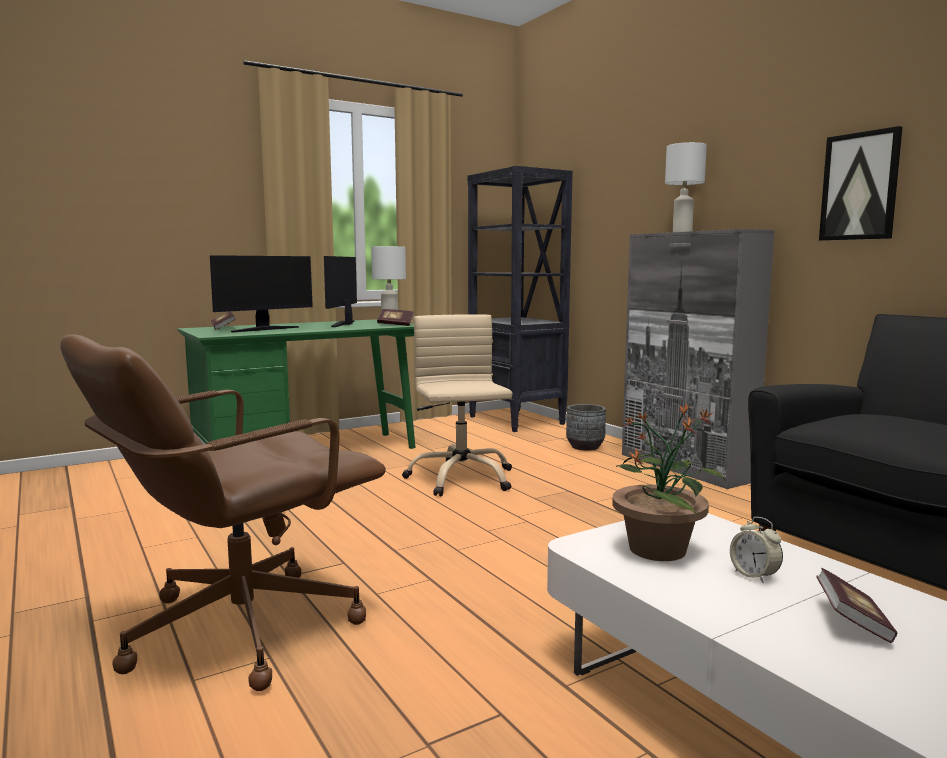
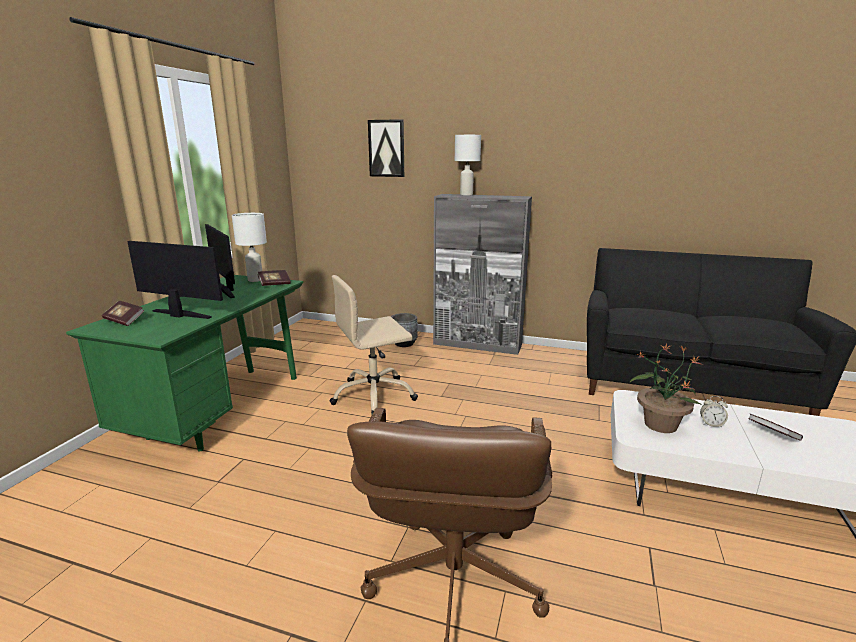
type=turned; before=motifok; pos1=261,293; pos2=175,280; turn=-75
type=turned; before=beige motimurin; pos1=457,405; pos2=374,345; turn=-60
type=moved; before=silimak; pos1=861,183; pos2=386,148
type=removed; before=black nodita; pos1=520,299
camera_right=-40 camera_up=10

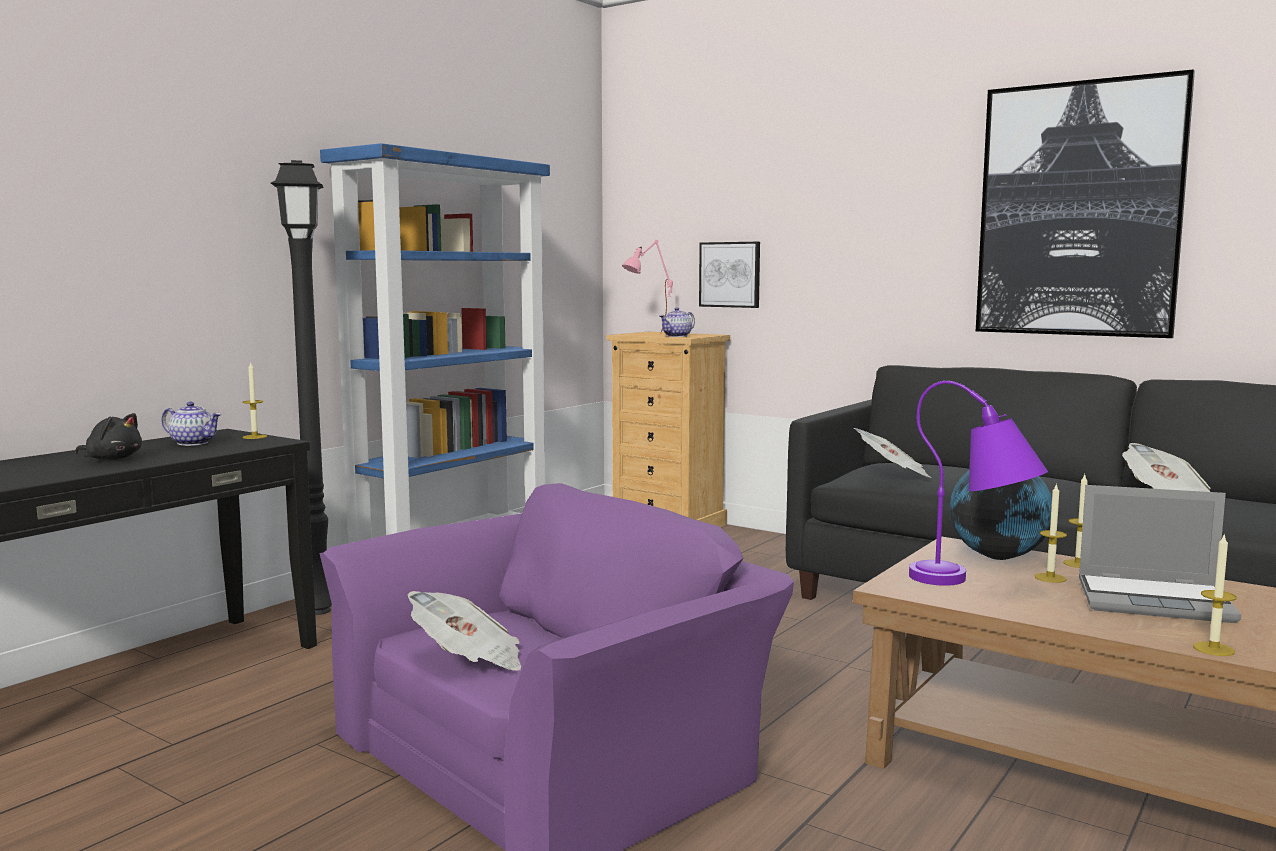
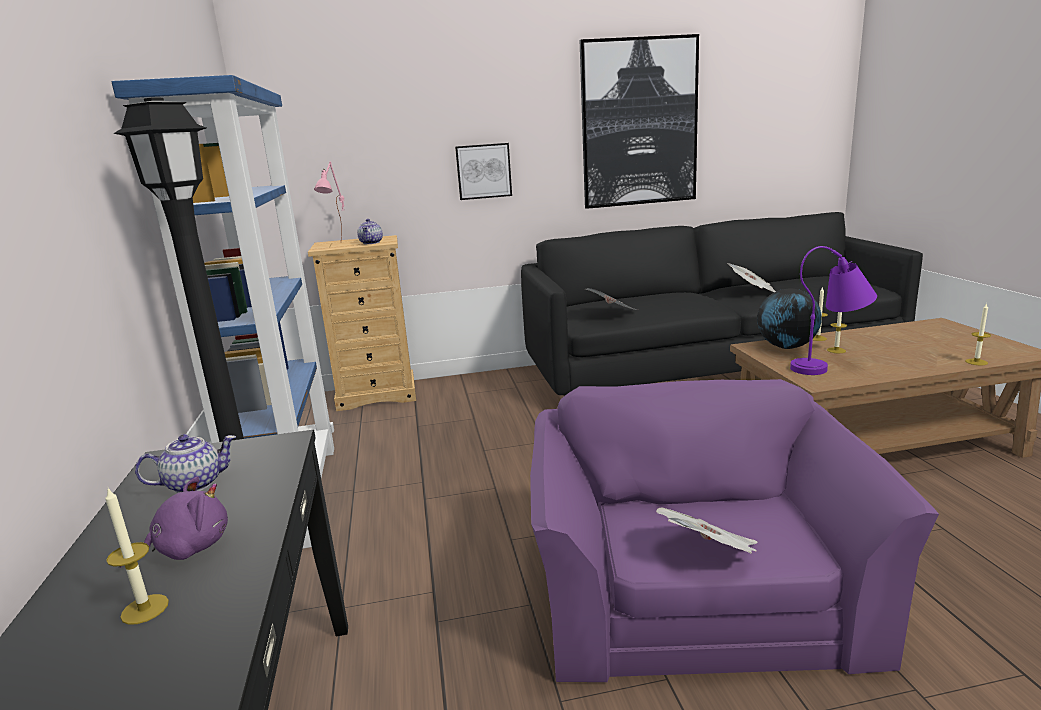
type=moved; before=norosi; pos1=254,401; pos2=137,556
type=recoloured; before=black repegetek; after=purple repegetek; pos1=108,436; pos2=173,522
type=moved; before=silimak; pos1=729,275; pos2=483,171
type=removed; before=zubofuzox; pos1=1160,554
camera_right=-45 camera_up=10

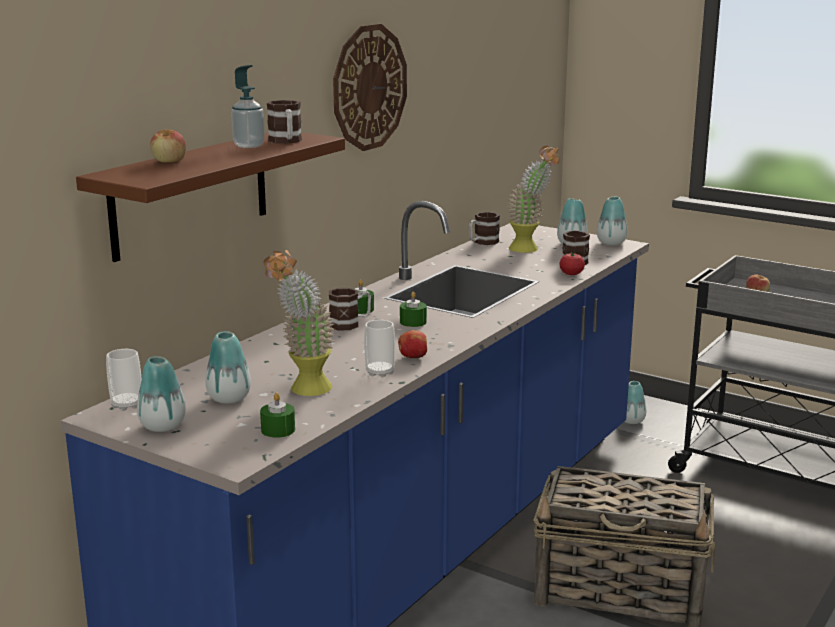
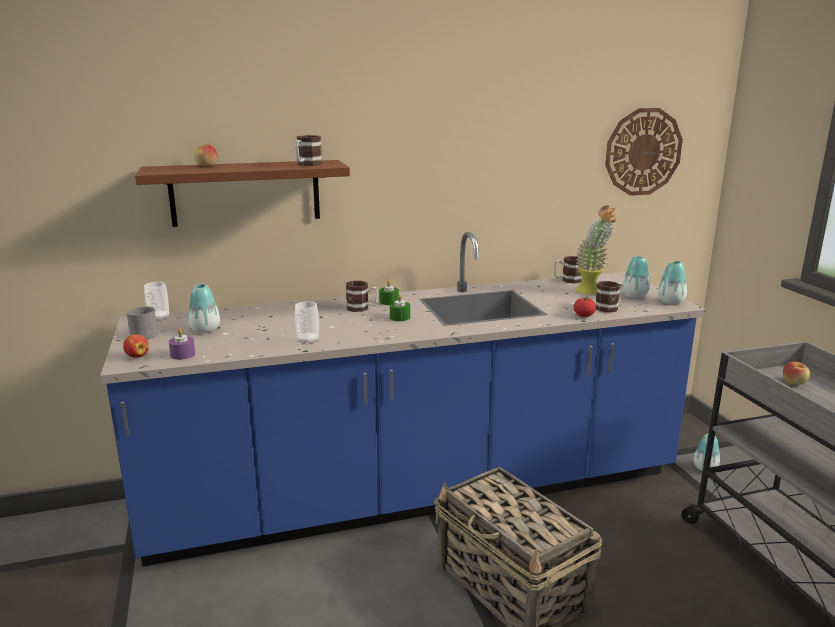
type=moved; before=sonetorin; pos1=412,344; pos2=136,346
type=replaced; before=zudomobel; after=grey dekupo; pos1=161,394; pos2=142,322
type=recoloured; before=green norosi; after=purple norosi; pos1=277,415; pos2=182,344
type=moved; before=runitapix; pos1=370,87; pos2=644,152
type=removed; before=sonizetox; pos1=247,106
type=removed; before=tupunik; pos1=299,323
camera_right=40 camera_up=0

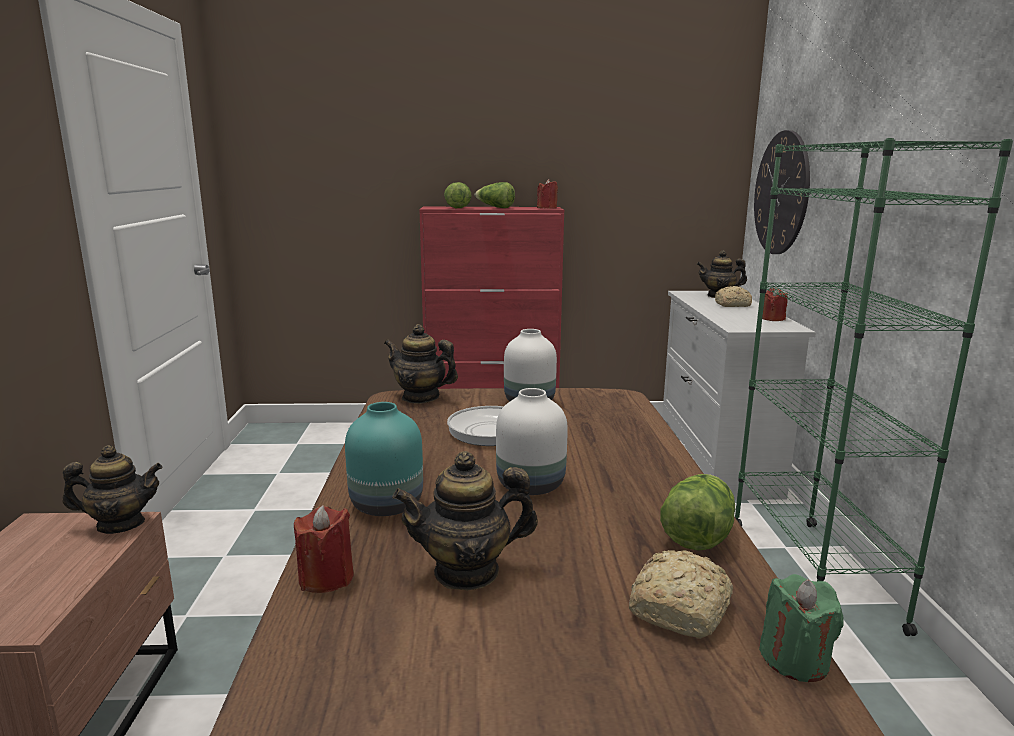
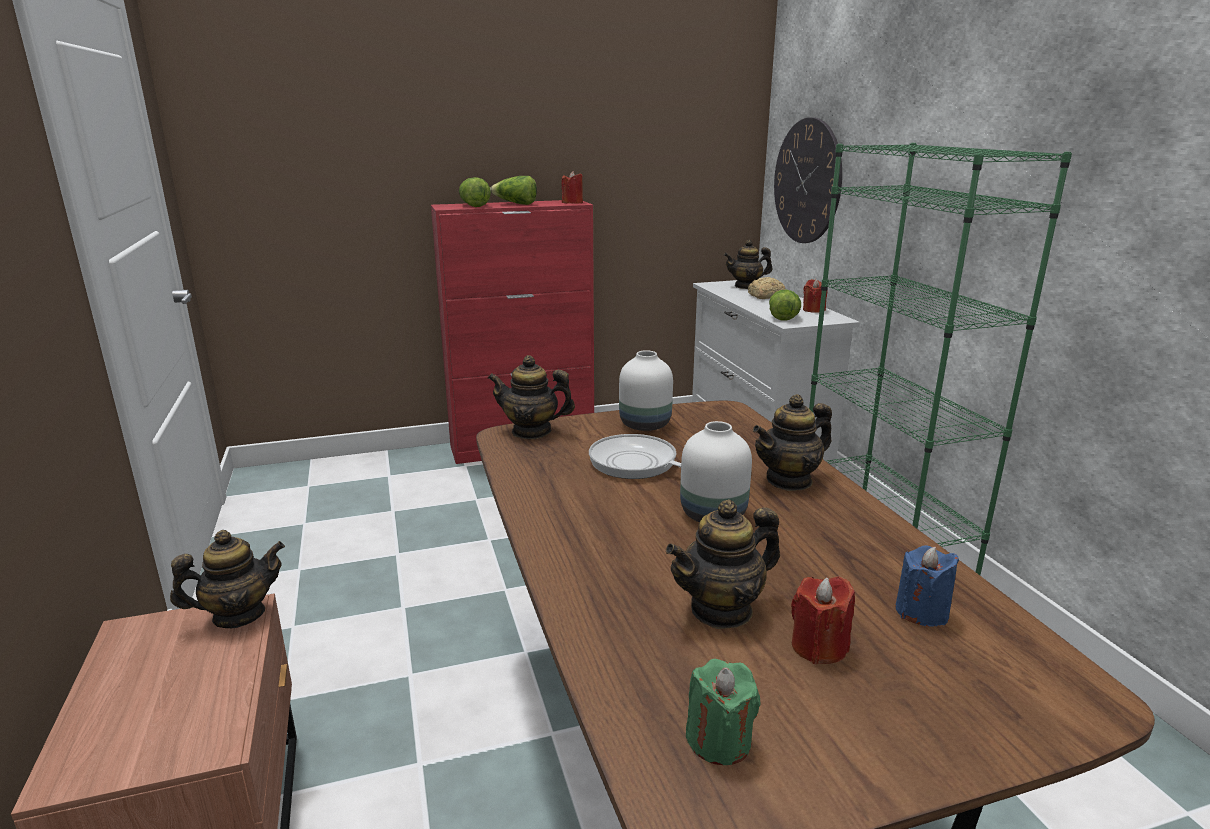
type=moved; before=green norosi; pos1=801,628; pos2=722,712
type=added; after=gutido; pos2=792,442
type=moved; before=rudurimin; pos1=697,512; pos2=785,305
type=moved; before=red norosi; pos1=324,549; pos2=823,620
type=replaced; before=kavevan; after=blue norosi; pos1=681,594; pos2=927,586
type=removed; before=turquoise zudomobel; pos1=384,459
camera_right=-15 camera_up=5

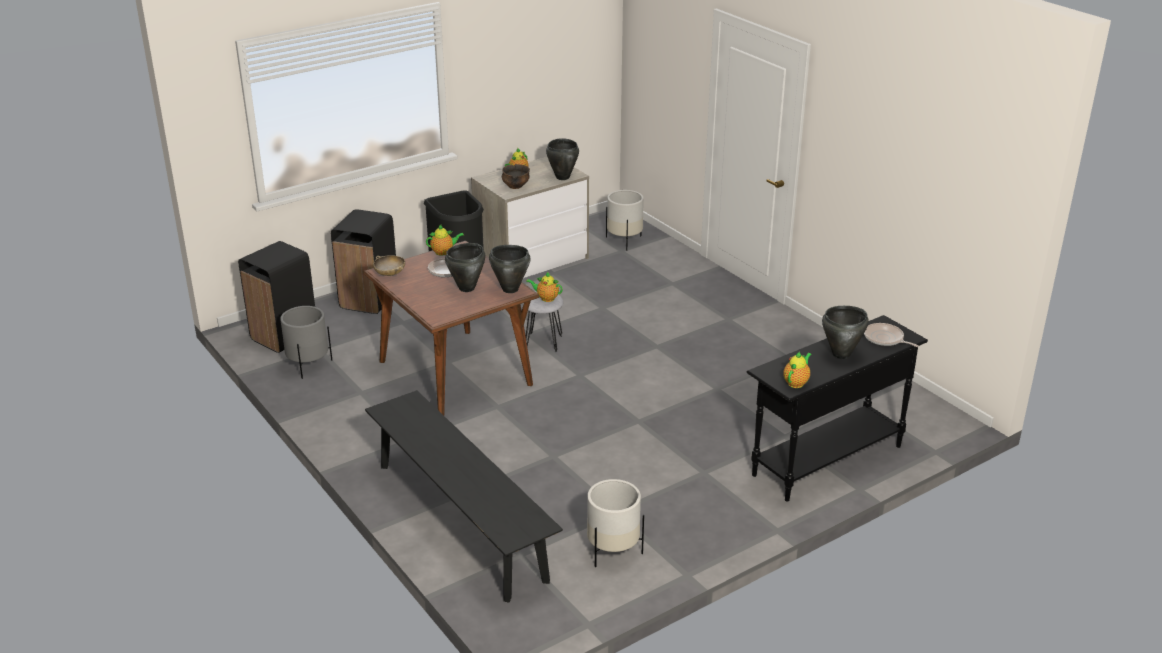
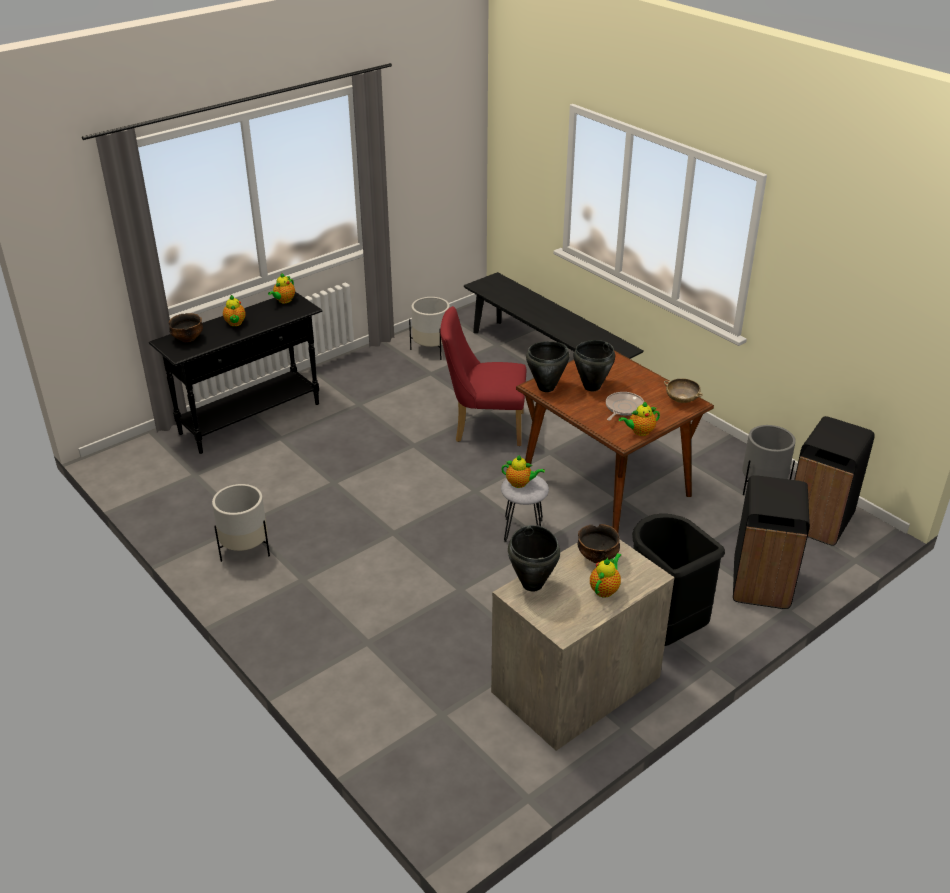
type=replaced; before=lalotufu; after=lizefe; pos1=891,335; pos2=186,327
type=moved; before=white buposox; pos1=625,220; pos2=241,523
type=replaced; before=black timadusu; after=gutido; pos1=845,332; pos2=234,310
type=added; after=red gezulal; pos2=483,376
camera_right=175 camera_up=5

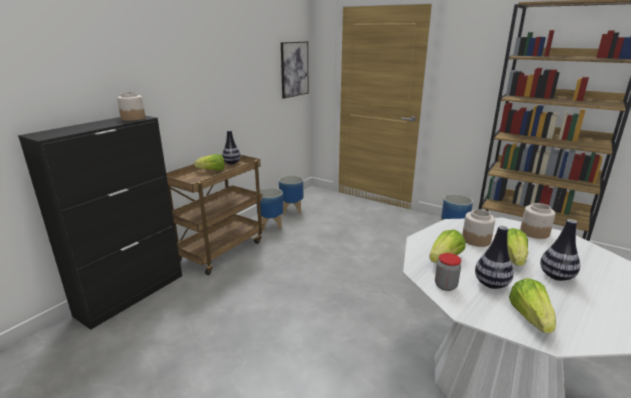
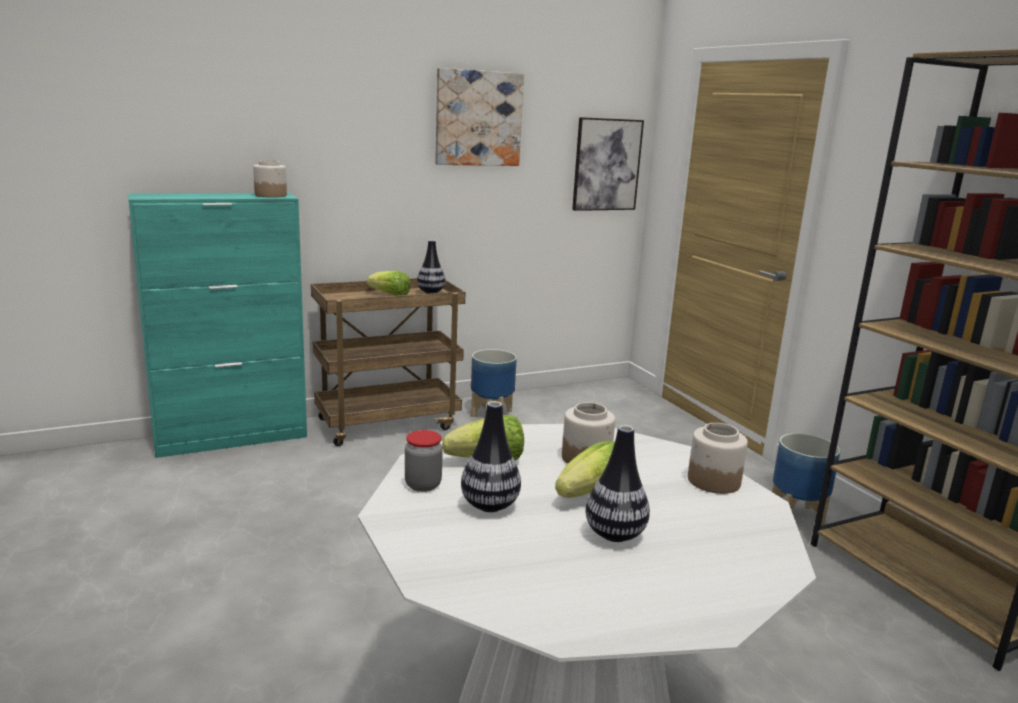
type=recoloured; before=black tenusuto; after=turquoise tenusuto; pos1=100,223; pos2=217,325
type=added; after=silimak; pos2=479,117
type=removed; before=buposox; pos1=291,195
type=removed; before=rudurimin; pos1=532,305
camera_right=30 camera_up=-5

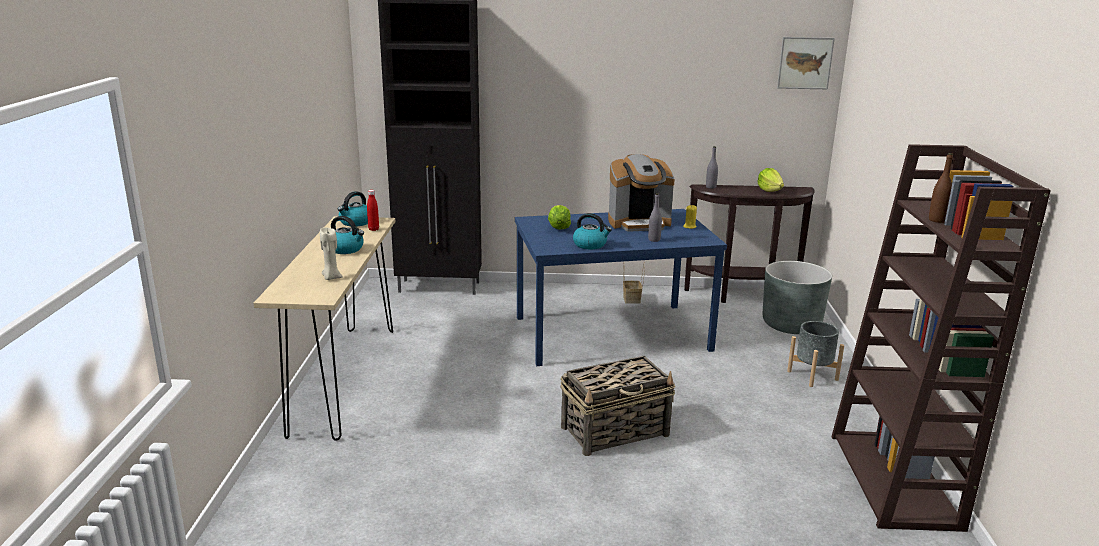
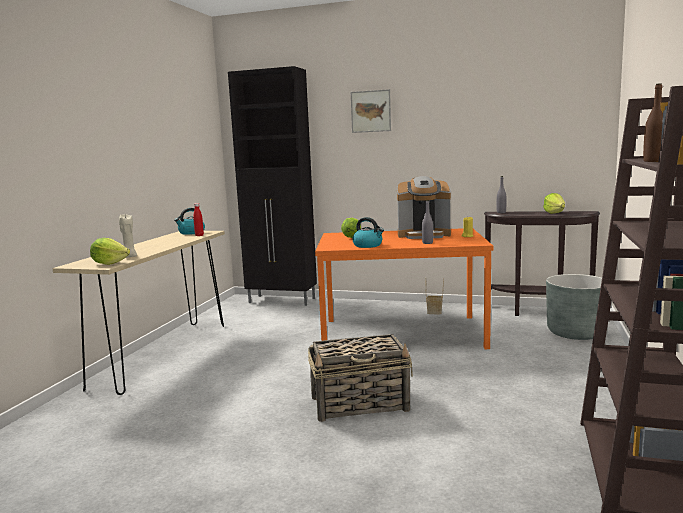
type=added; after=rudurimin; pos2=110,251
type=recoloured; before=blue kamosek; after=orange kamosek; pos1=621,287; pos2=404,288
type=moved; before=silimak; pos1=806,63; pos2=371,111
type=removed; before=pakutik; pos1=347,235
type=removed; before=grey buposox; pos1=815,354
camera_right=15 camera_up=-10

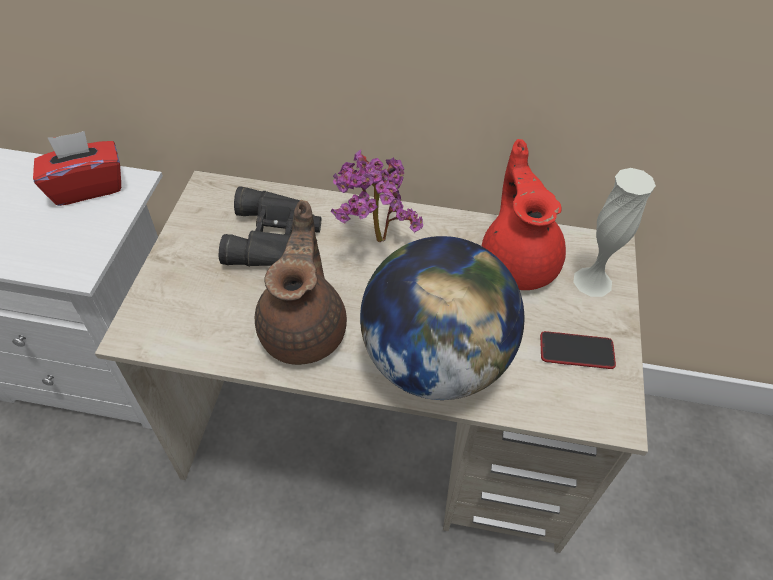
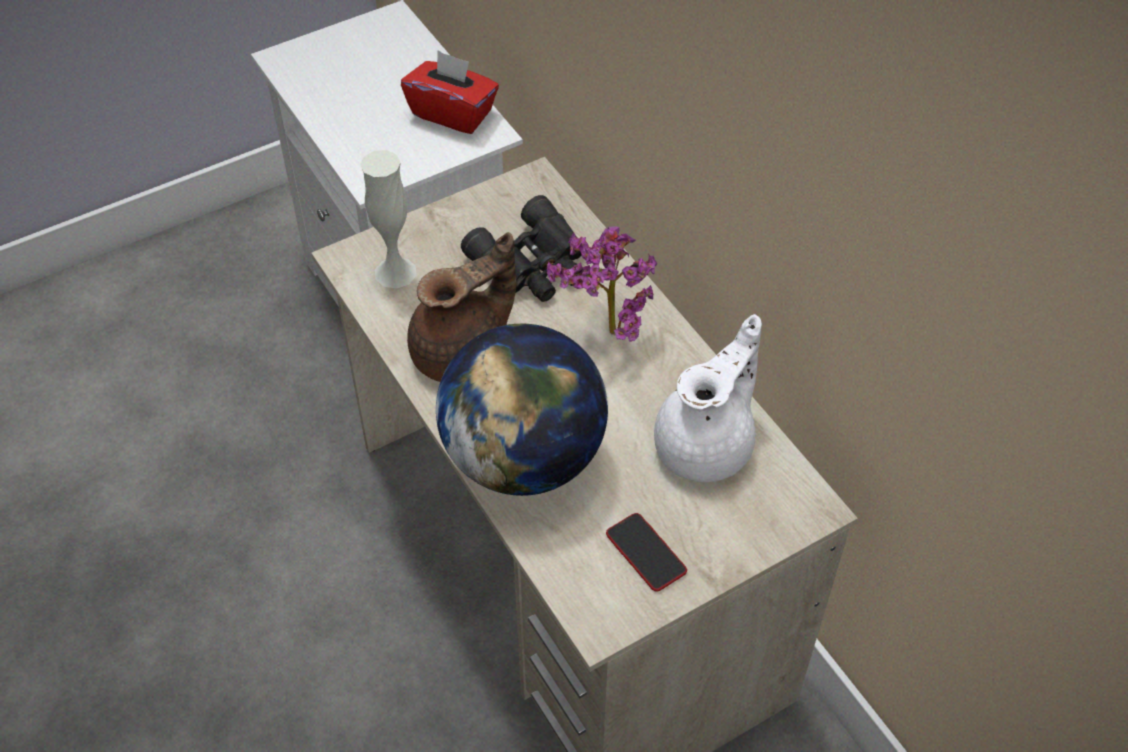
type=moved; before=white zudomobel; pos1=614,232; pos2=388,219
type=recoloured; before=red gutido; after=white gutido; pos1=524,214; pos2=708,398
camera_right=50 camera_up=0

